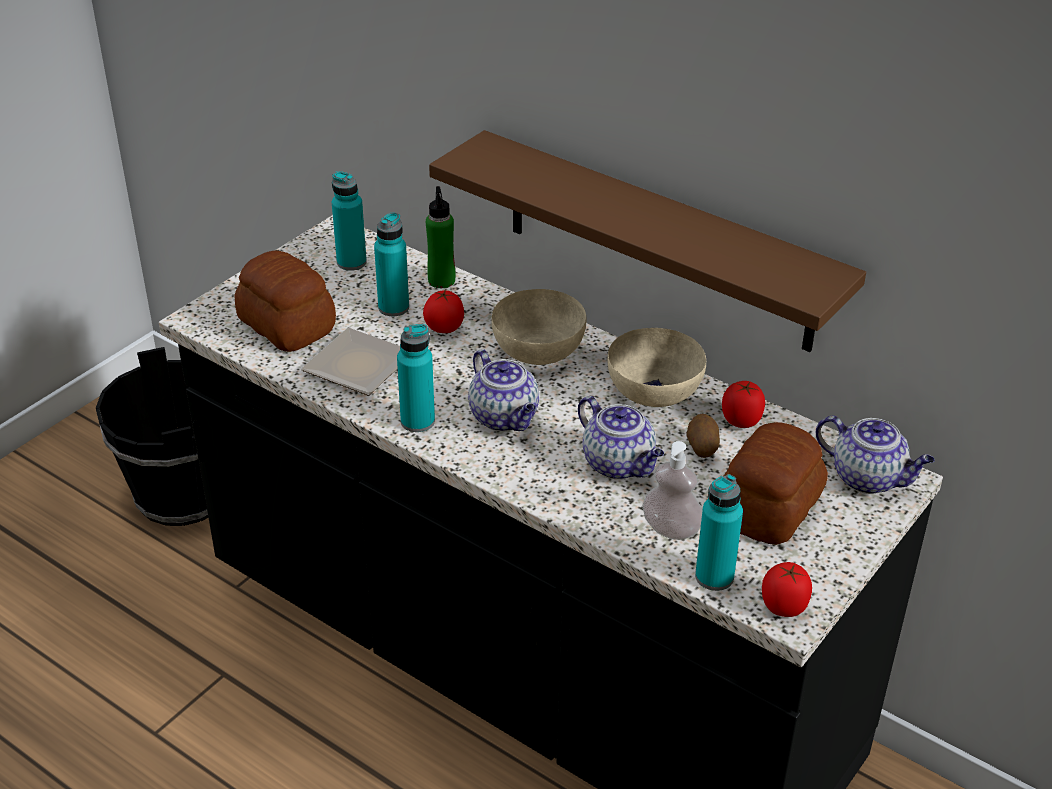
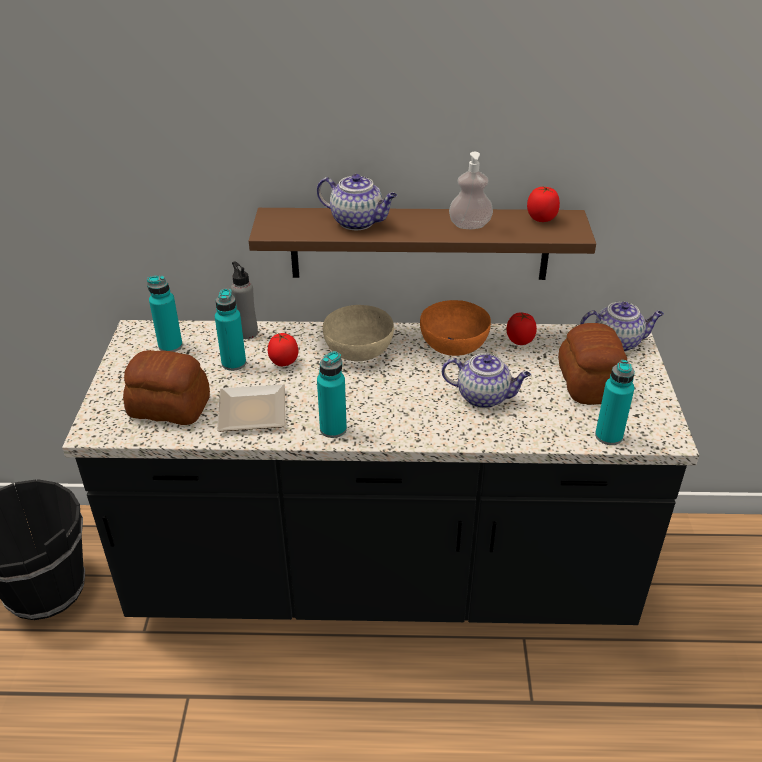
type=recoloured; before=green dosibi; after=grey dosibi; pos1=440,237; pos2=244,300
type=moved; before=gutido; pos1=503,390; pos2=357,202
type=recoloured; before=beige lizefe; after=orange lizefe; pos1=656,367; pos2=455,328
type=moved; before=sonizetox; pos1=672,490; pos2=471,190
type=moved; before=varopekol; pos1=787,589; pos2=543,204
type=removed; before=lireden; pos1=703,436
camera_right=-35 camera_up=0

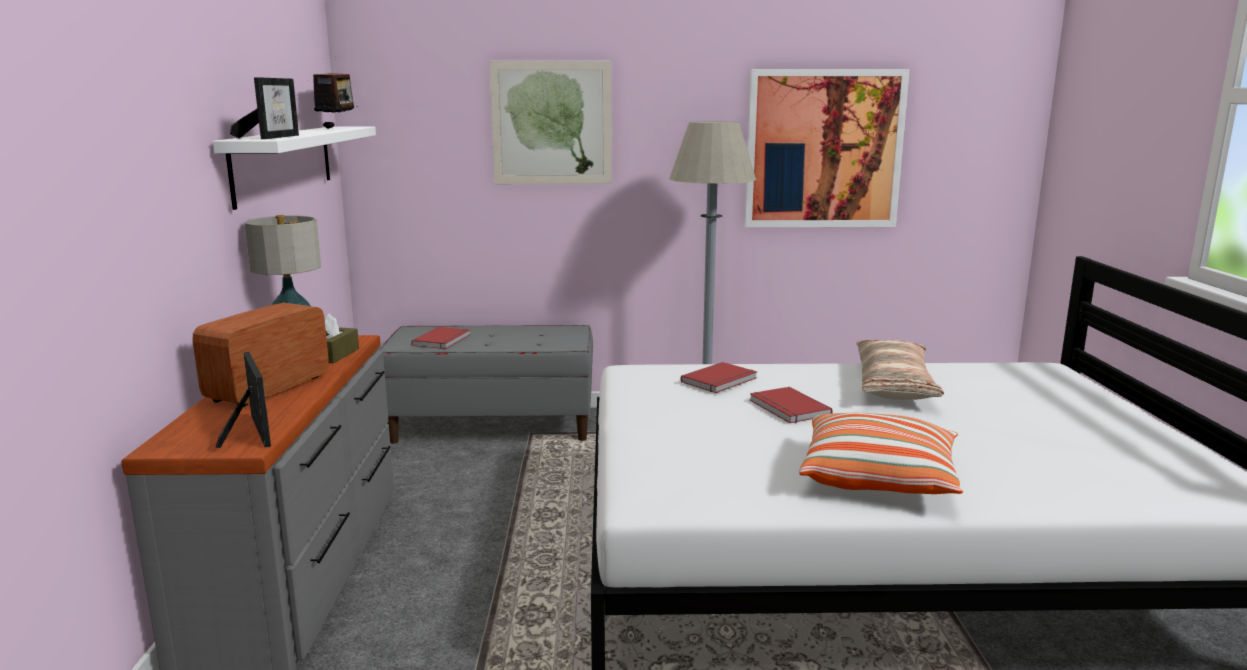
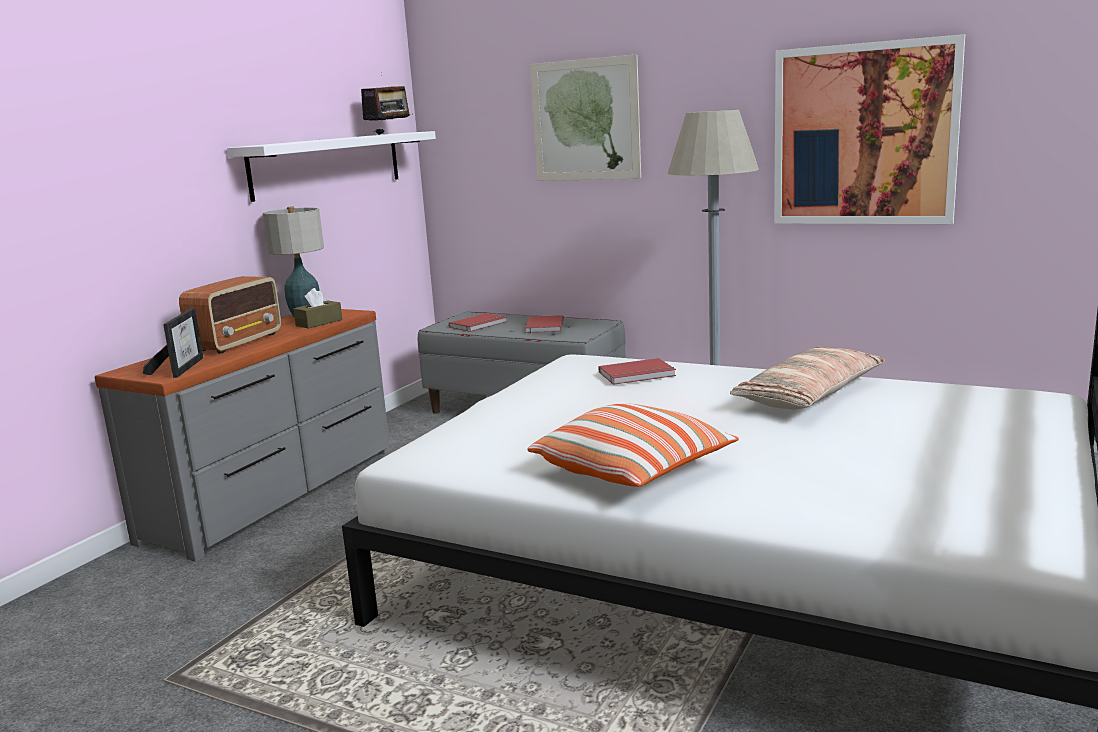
type=turned; before=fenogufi; pos1=261,355; pos2=230,315; turn=150
type=moved; before=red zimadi; pos1=791,405; pos2=544,324
type=removed; before=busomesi; pos1=264,108
camera_right=30 camera_up=0

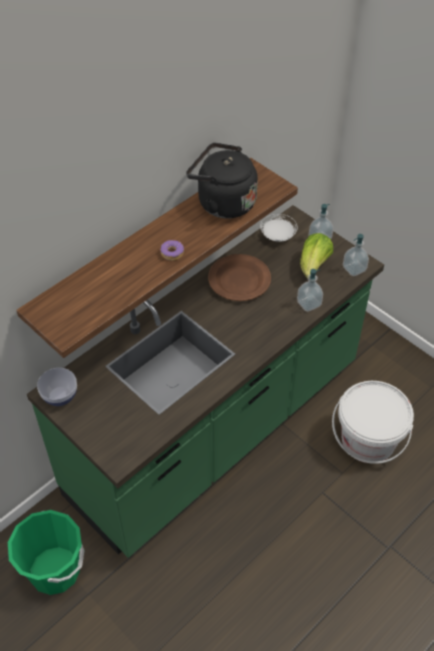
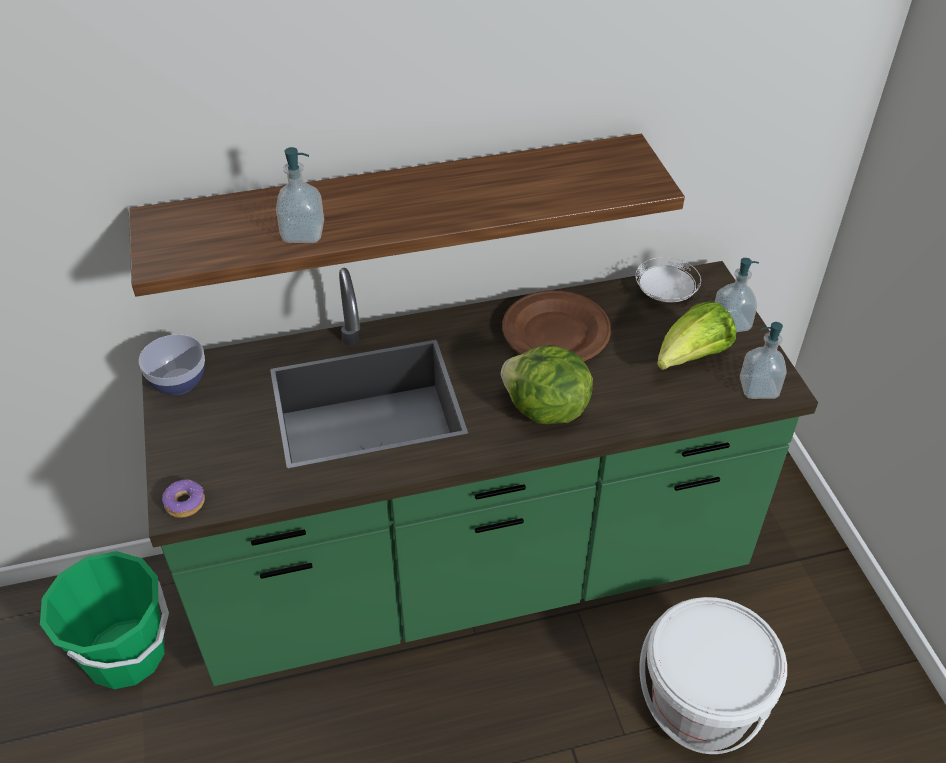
type=moved; before=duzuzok; pos1=172,250; pos2=183,498
type=moved; before=sonizetox; pos1=310,290; pos2=300,195
type=added; after=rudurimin; pos2=547,384
type=removed; before=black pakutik; pos1=222,180
camera_right=30 camera_up=-5

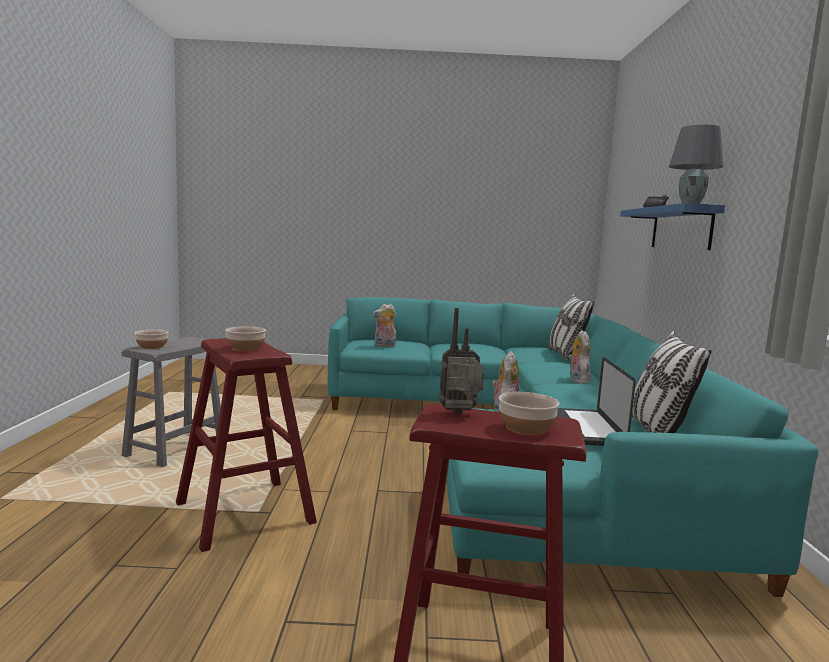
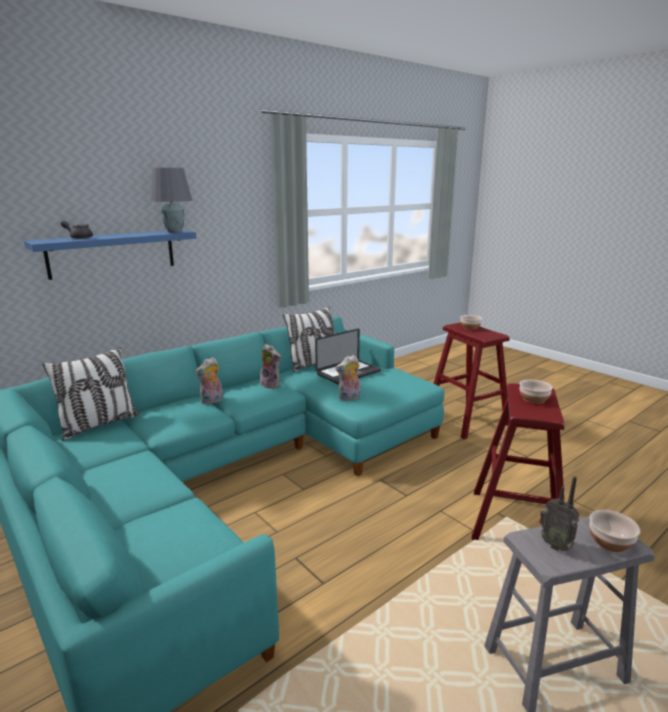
type=moved; before=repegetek; pos1=384,325; pos2=270,366
type=moved; before=fenogufi; pos1=461,361; pos2=559,513
camera_right=-130 camera_up=10

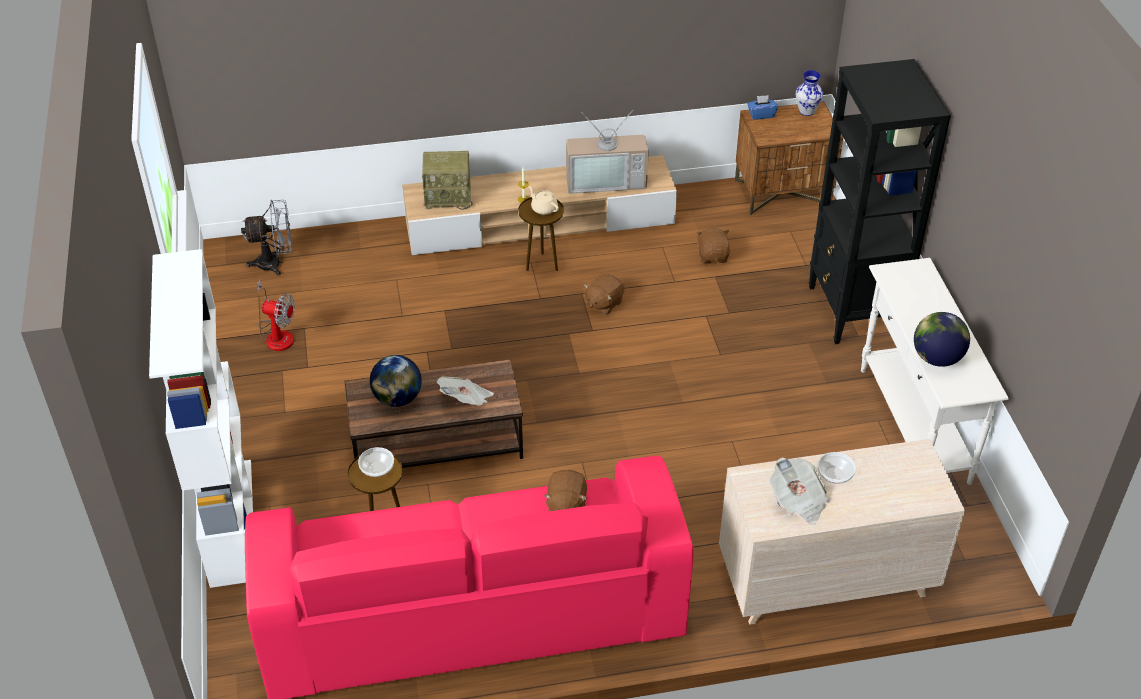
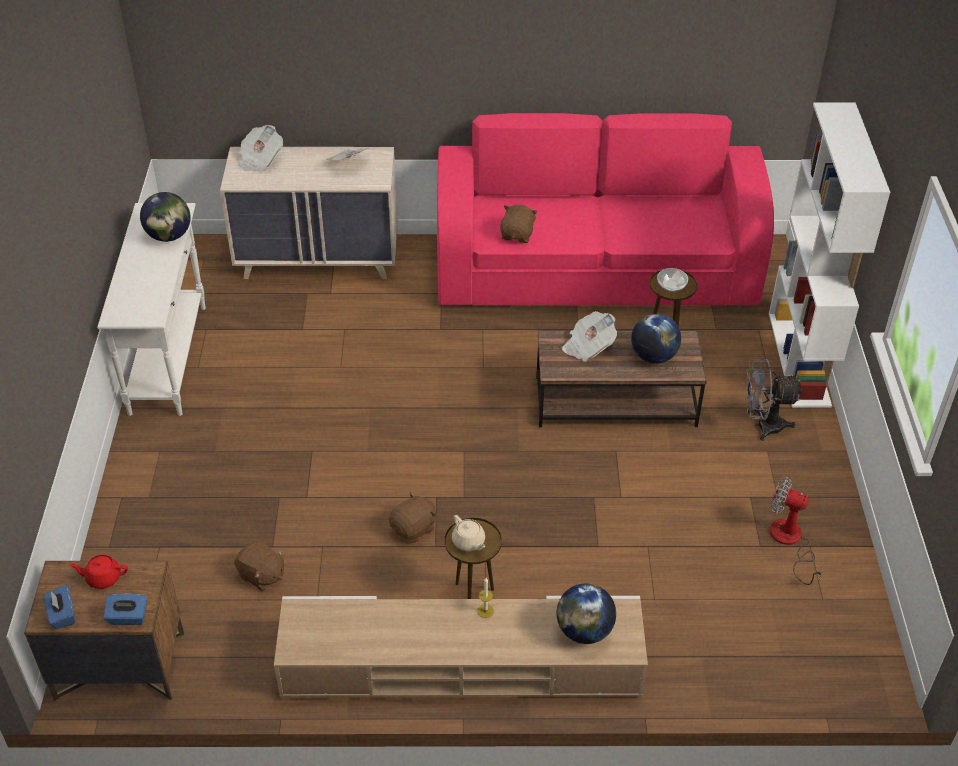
type=replaced; before=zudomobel; after=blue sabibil; pos1=809,93; pos2=59,607
type=added; after=red gutido; pos2=98,572
type=turned; before=brown repegetek; pos1=713,246; pos2=259,566; turn=-60
type=added; after=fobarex; pos2=260,148
type=replaced; before=fenogufi; after=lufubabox; pos1=447,180; pos2=586,613
type=moved; before=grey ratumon; pos1=266,238; pos2=773,400
type=removed; before=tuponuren; pos1=607,151
type=removed; before=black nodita; pos1=880,201
type=removed; before=lizefe; pos1=837,468
camera_right=-170 camera_up=0

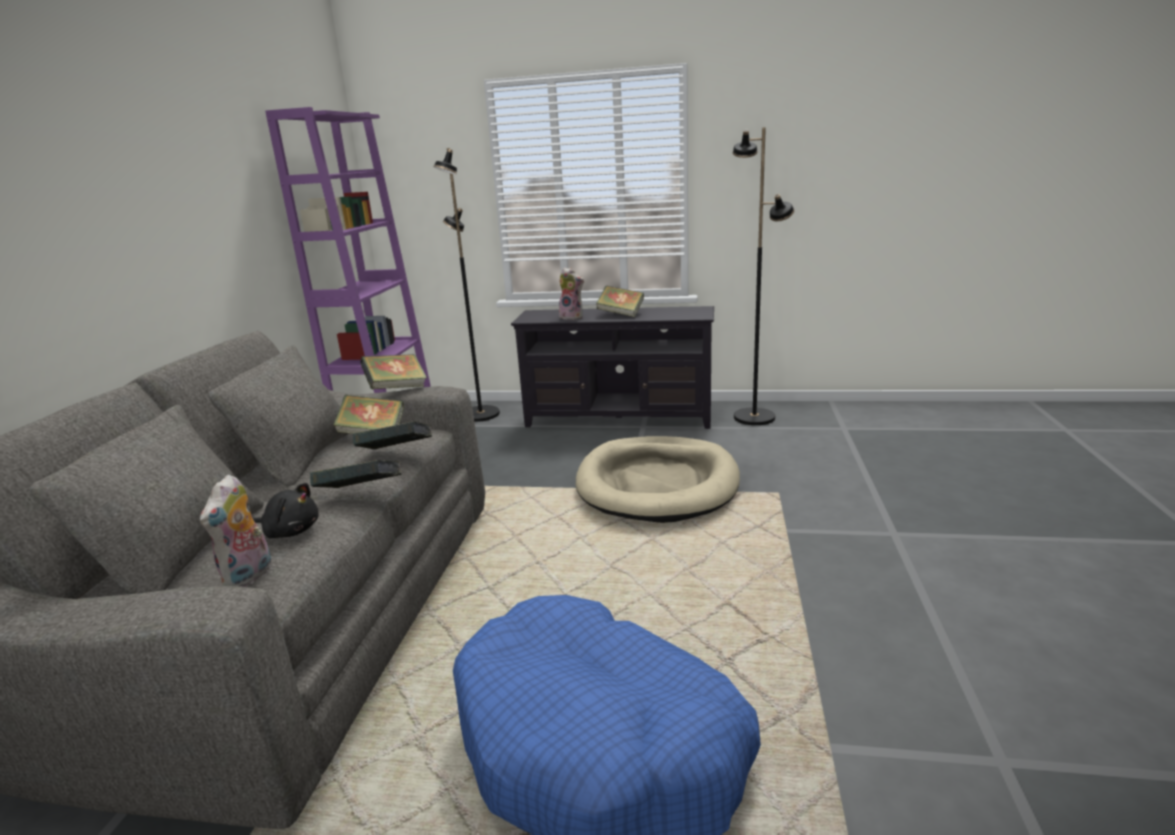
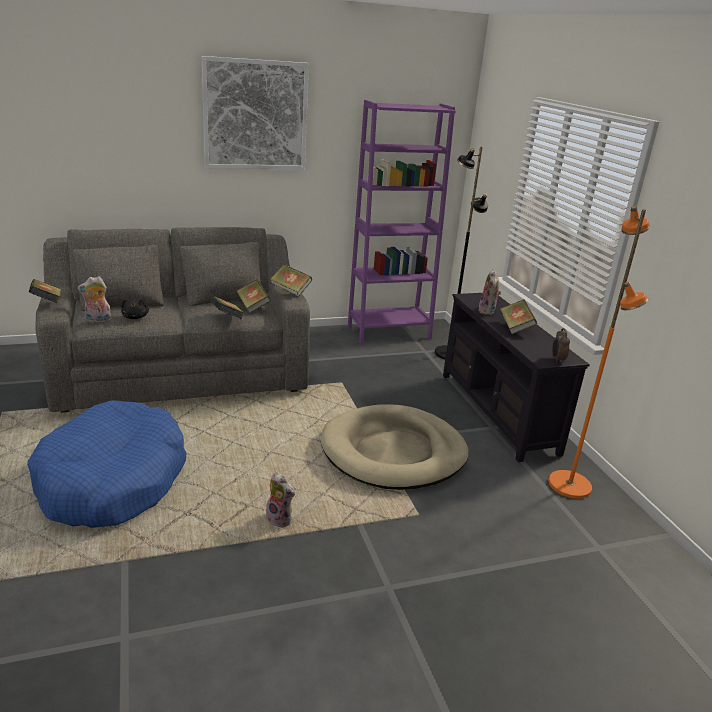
type=moved; before=zimadi; pos1=355,474; pos2=45,291
type=added; after=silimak; pos2=255,113
type=added; after=repegetek; pos2=280,499
type=recoloured; before=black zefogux; after=orange zefogux; pos1=763,276; pos2=599,352
type=added; after=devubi; pos2=561,345
camera_right=60 camera_up=5

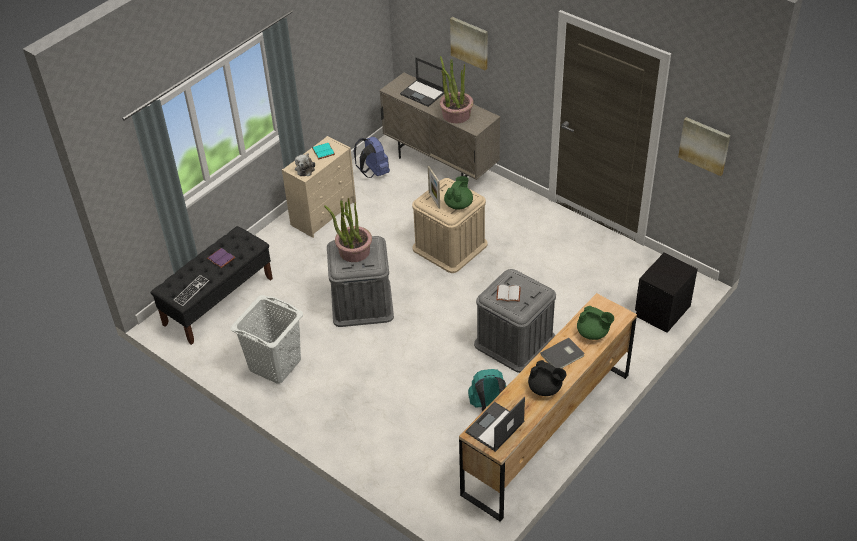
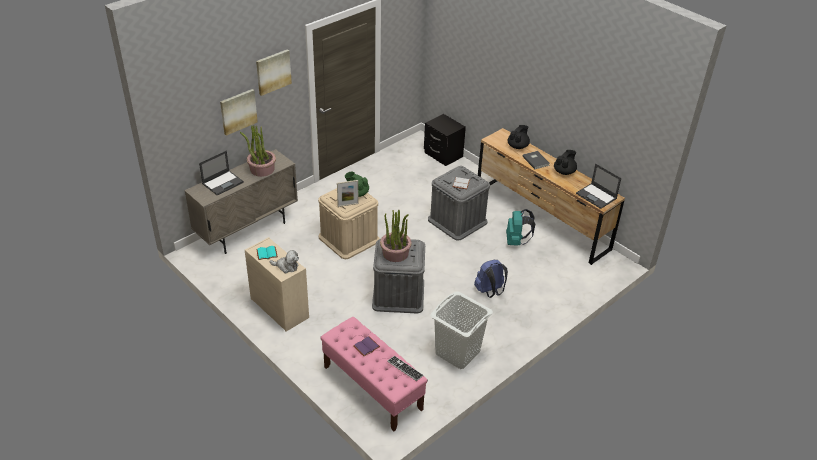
type=moved; before=silimak; pos1=704,146; pos2=274,72
type=recoloured; before=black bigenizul; after=pink bigenizul; pos1=212,285; pos2=374,374
type=moved; before=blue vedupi; pos1=372,157; pos2=491,279
type=recoloured; before=green gutido; after=black gutido; pos1=595,323; pos2=519,137
camera_right=-85 camera_up=-5

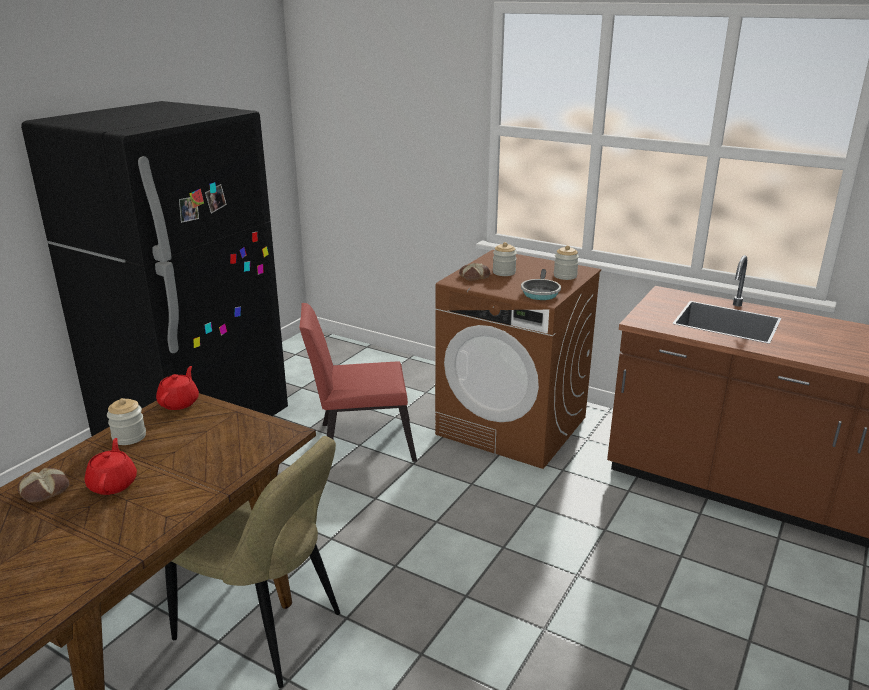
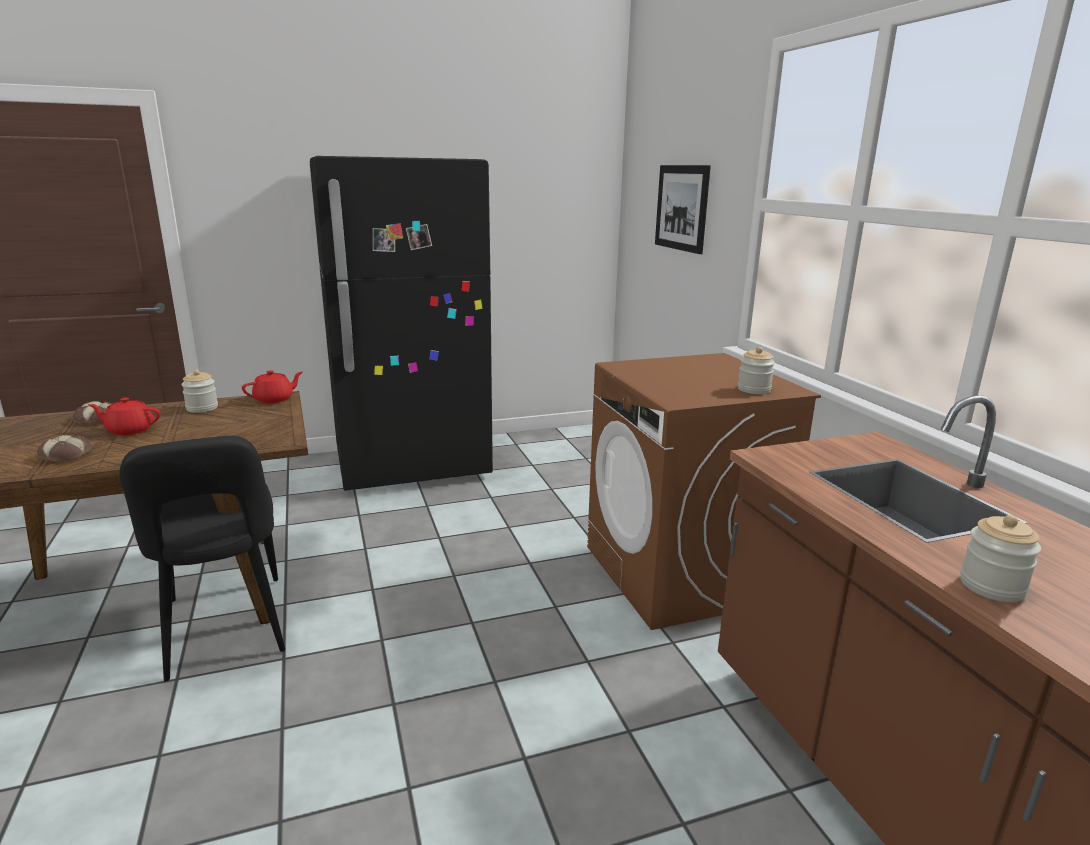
type=moved; before=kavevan; pos1=474,272; pos2=64,448
type=turned; before=red gutido; pos1=111,466; pos2=124,416; turn=-120
type=recoloured; before=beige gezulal; after=black gezulal; pos1=252,562; pos2=202,558
type=added; after=silimak; pos2=683,209
type=moved; before=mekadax; pos1=505,259; pos2=1000,558
type=removed; before=red gezulal; pos1=358,382
type=removed; before=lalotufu; pos1=541,284
camera_right=40 camera_up=-5

